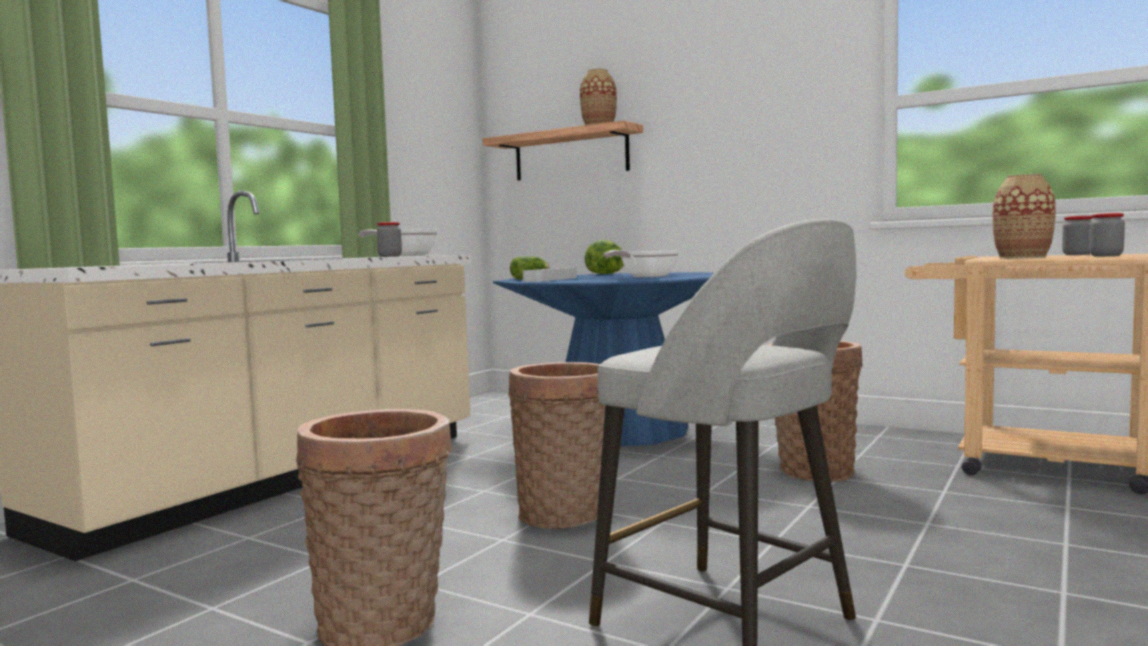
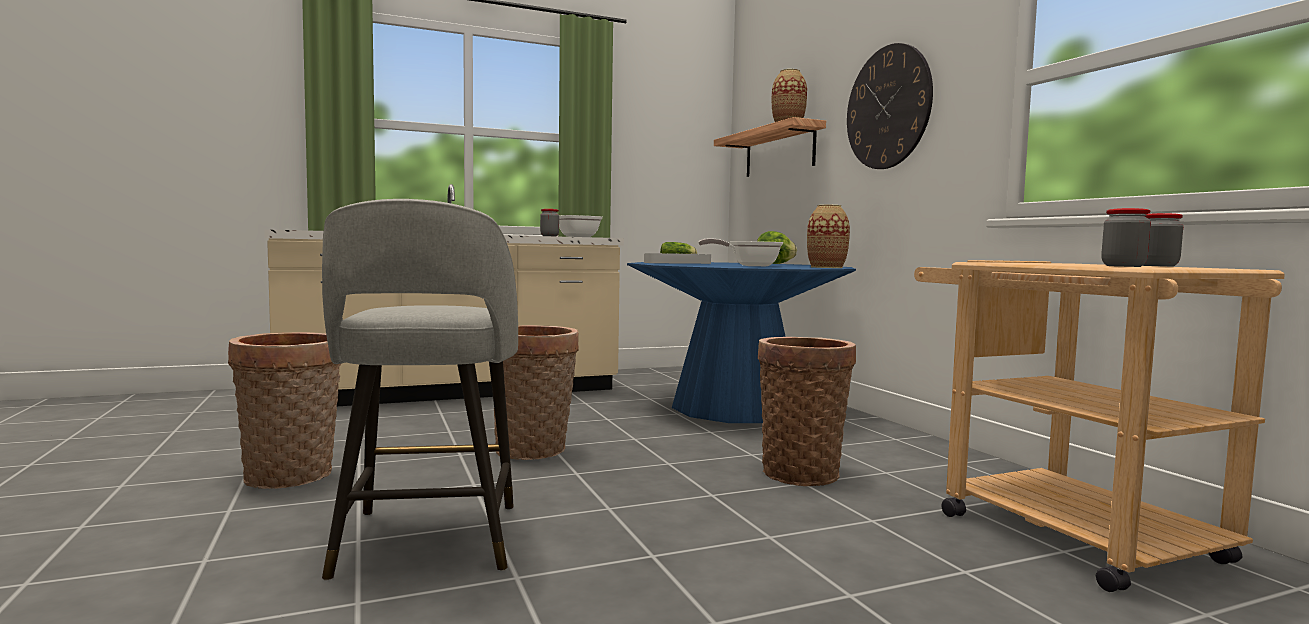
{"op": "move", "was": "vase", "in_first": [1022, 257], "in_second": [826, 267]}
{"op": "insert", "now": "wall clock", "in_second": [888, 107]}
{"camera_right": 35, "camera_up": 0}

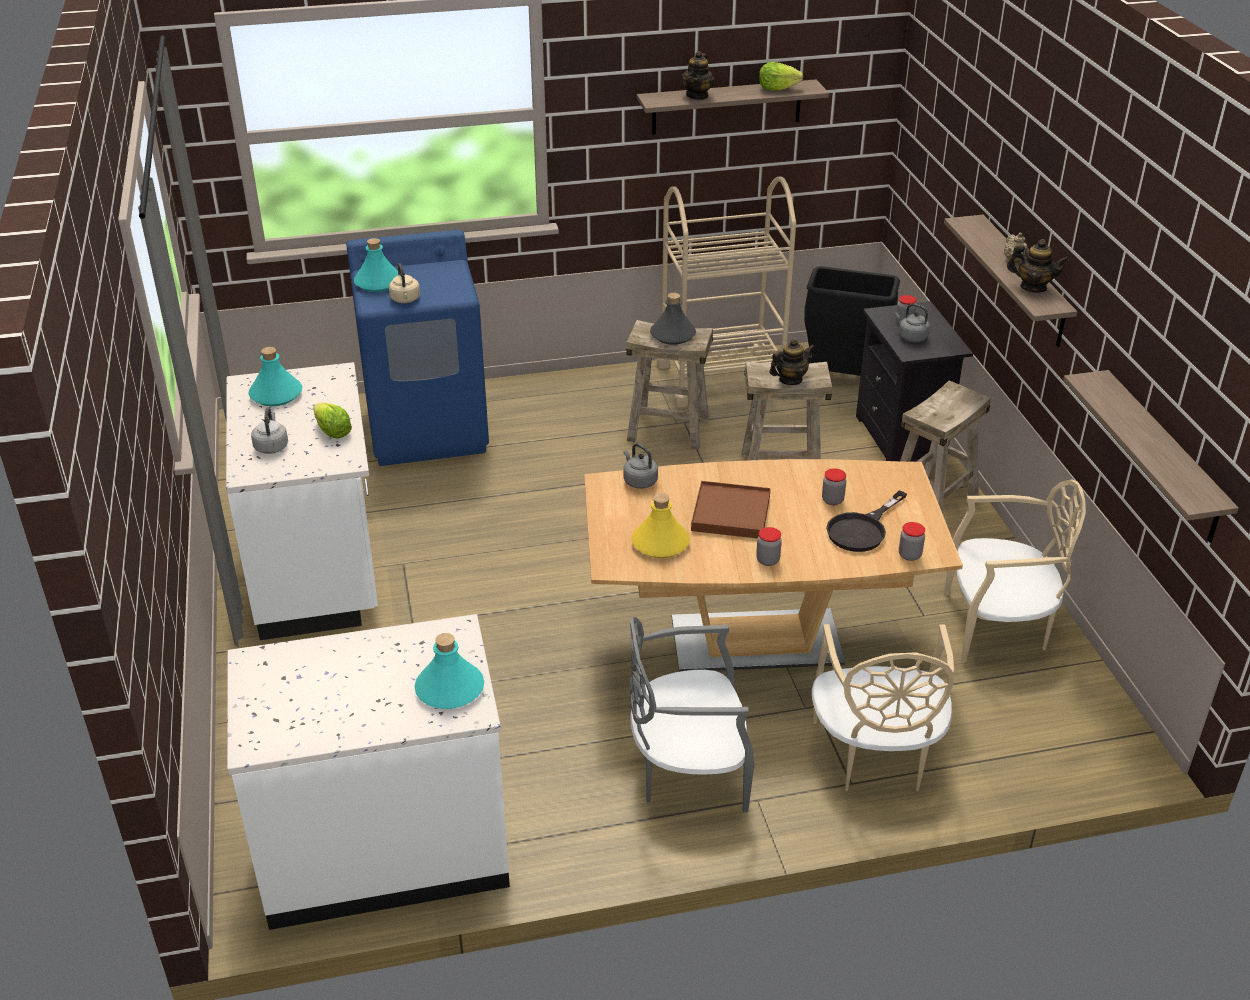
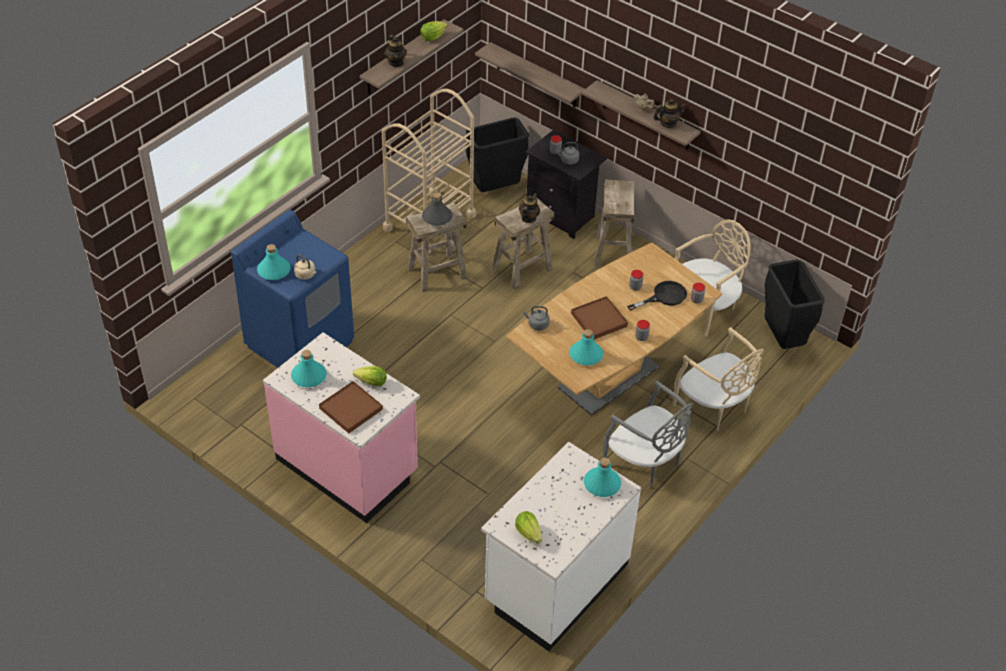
{"op": "recolor", "was": "white counter", "now": "pink counter", "in_first": [319, 570], "in_second": [348, 466]}
{"op": "move", "was": "shelf", "in_first": [1162, 457], "in_second": [536, 76]}
{"op": "replace", "was": "grey kettle", "now": "brown tray", "in_first": [271, 446], "in_second": [350, 409]}
{"op": "rotate", "was": "black frying pan", "in_first": [862, 529], "in_second": [664, 296], "clockwise": -120}
{"op": "recolor", "was": "yellow bottle", "now": "turquoise bottle", "in_first": [660, 543], "in_second": [585, 355]}
{"op": "rotate", "was": "grey chair", "in_first": [688, 770], "in_second": [645, 462], "clockwise": -90}
{"op": "insert", "now": "black trash can", "in_second": [783, 339]}
{"op": "insert", "now": "lettuce", "in_second": [528, 533]}
{"camera_right": -40, "camera_up": 10}

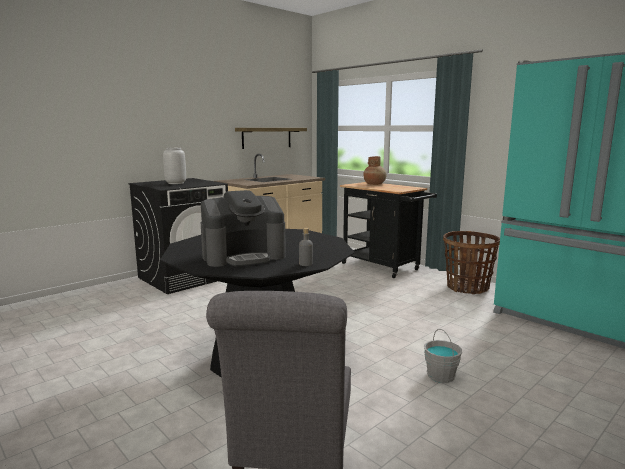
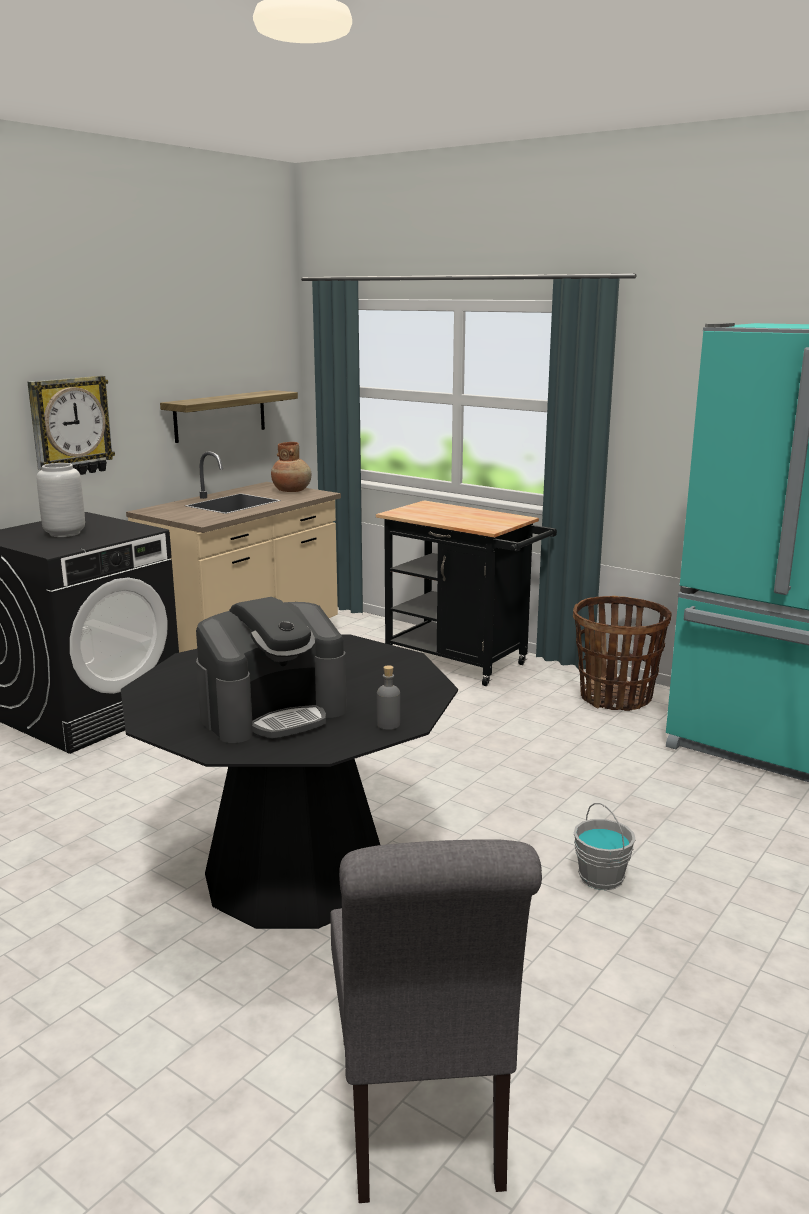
{"op": "move", "was": "brown vase", "in_first": [374, 184], "in_second": [292, 491]}
{"op": "insert", "now": "wall clock", "in_second": [70, 427]}
{"camera_right": -10, "camera_up": 5}

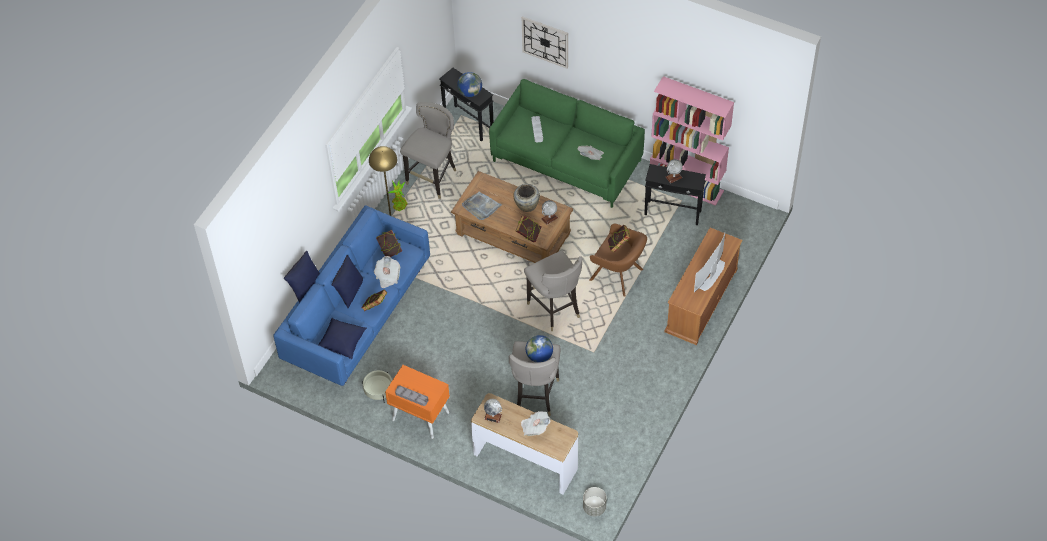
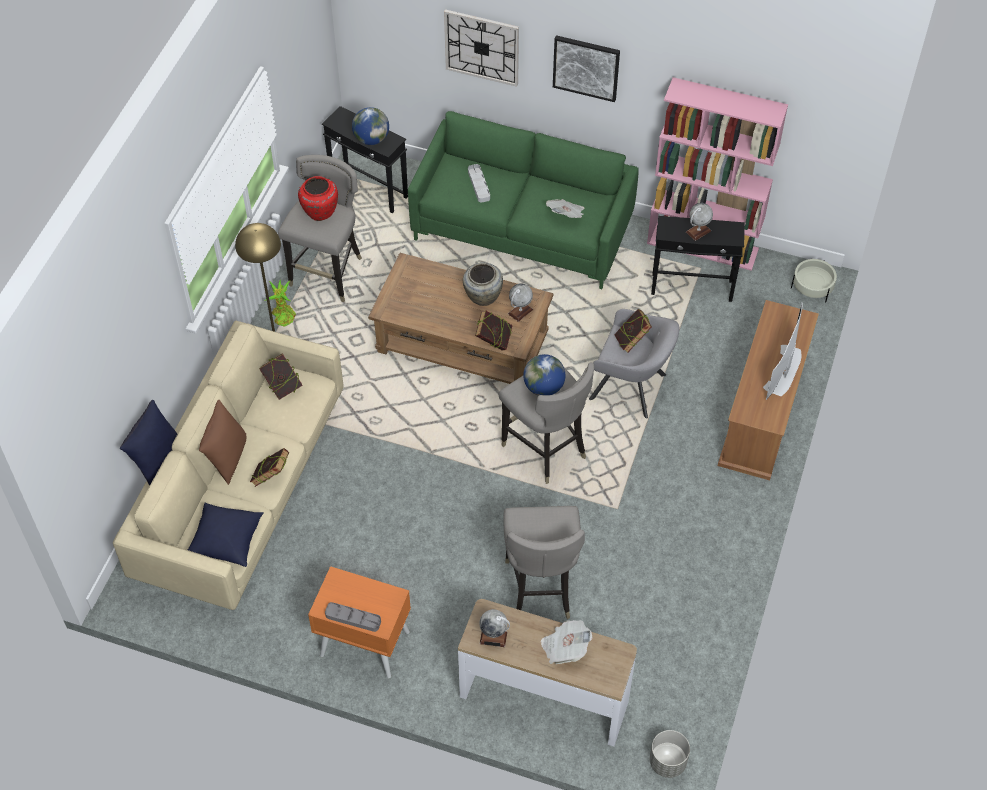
{"op": "delete", "was": "grey tray", "in_first": [481, 207]}
{"op": "recolor", "was": "blue sofa", "now": "beige sofa", "in_first": [359, 315], "in_second": [244, 492]}
{"op": "recolor", "was": "brown armchair", "now": "grey armchair", "in_first": [618, 276], "in_second": [631, 388]}
{"op": "recolor", "was": "blue pillow", "now": "brown pillow", "in_first": [349, 292], "in_second": [227, 458]}
{"op": "delete", "was": "newspaper", "in_first": [387, 276]}
{"op": "move", "was": "globe", "in_first": [539, 356], "in_second": [543, 387]}
{"op": "move", "was": "beige planter", "in_first": [378, 390], "in_second": [812, 287]}
{"op": "insert", "now": "picture", "in_second": [586, 67]}
{"op": "insert", "now": "red vase", "in_second": [320, 211]}
{"camera_right": -10, "camera_up": 0}

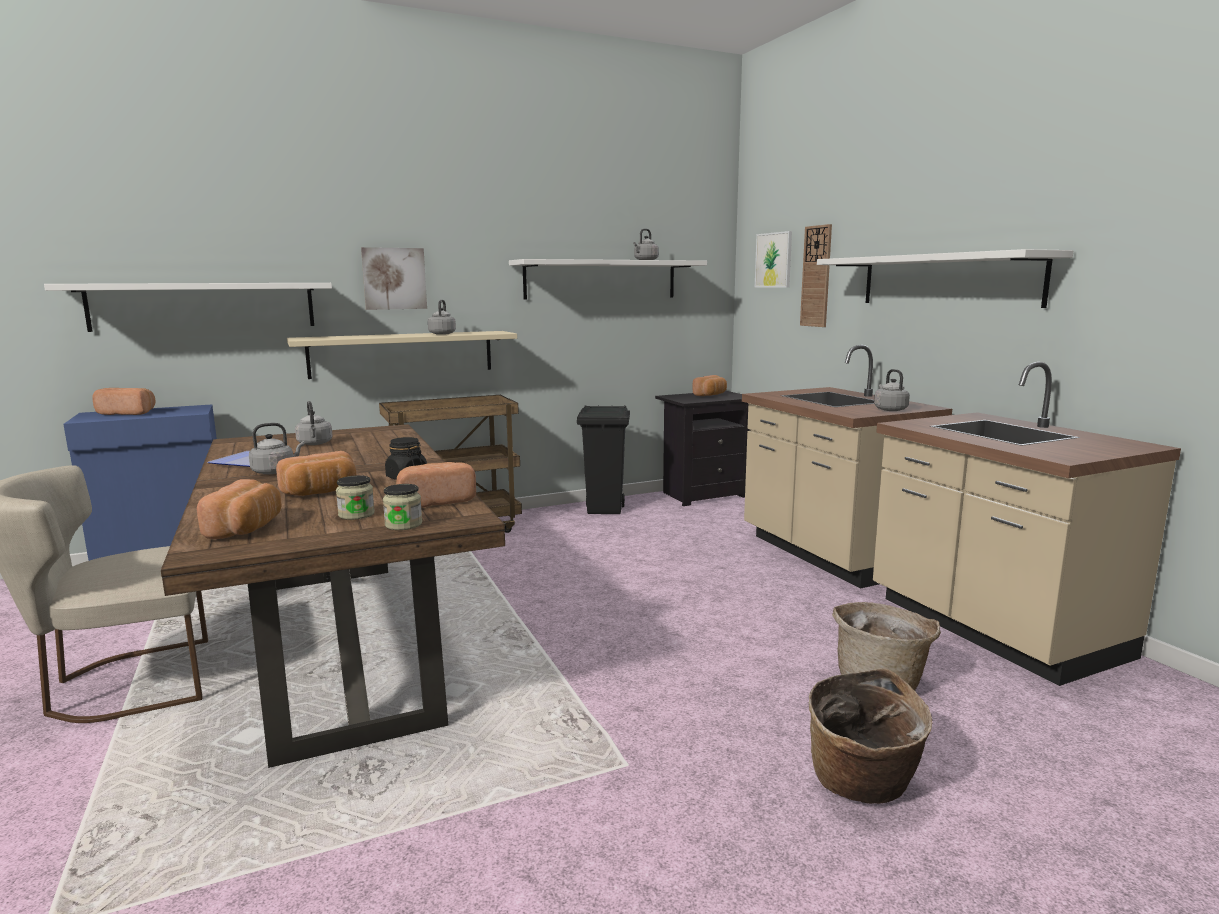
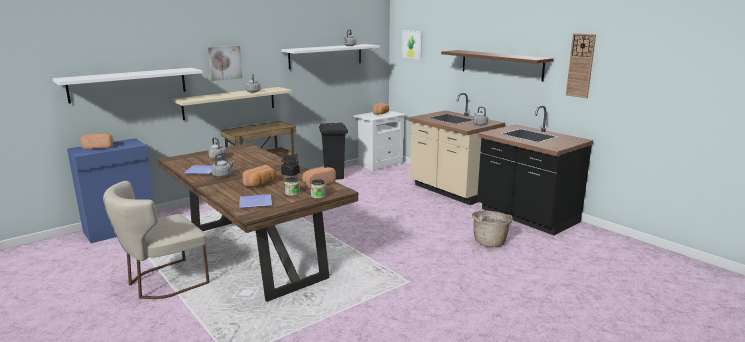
{"op": "move", "was": "wall clock", "in_first": [816, 276], "in_second": [580, 65]}
{"op": "recolor", "was": "white shelf", "now": "brown shelf", "in_first": [947, 280], "in_second": [501, 64]}
{"op": "recolor", "was": "beige counter", "now": "black counter", "in_first": [992, 628], "in_second": [526, 216]}
{"op": "recolor", "was": "black nightstand", "now": "white nightstand", "in_first": [704, 494], "in_second": [379, 165]}
{"op": "replace", "was": "bread", "now": "plate", "in_first": [247, 528], "in_second": [254, 203]}
{"op": "delete", "was": "basket", "in_first": [862, 784]}
{"camera_right": -15, "camera_up": 5}

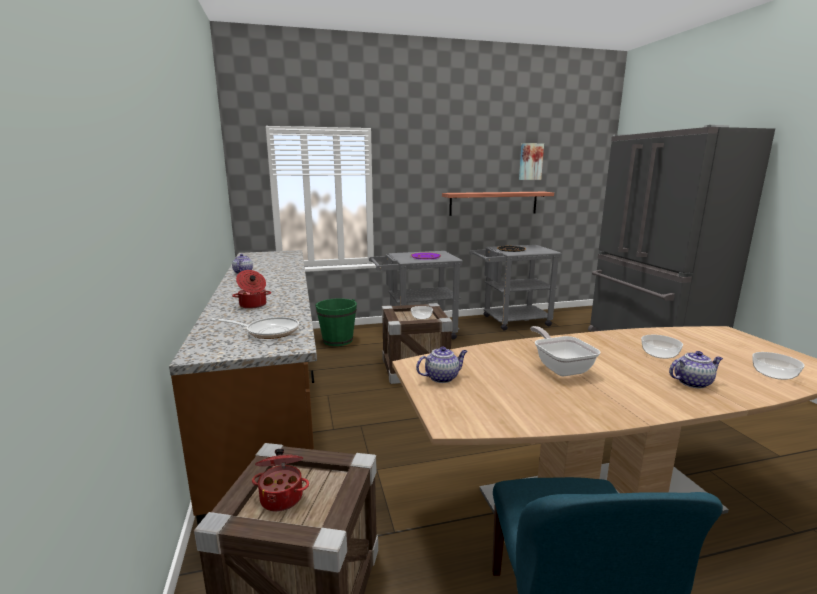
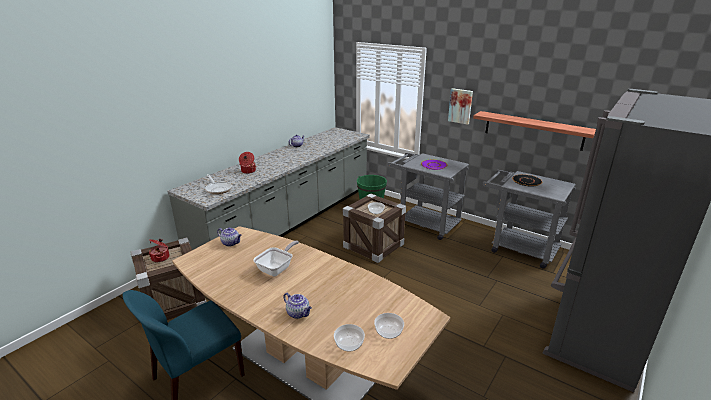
{"op": "move", "was": "picture", "in_first": [530, 161], "in_second": [460, 106]}
{"op": "recolor", "was": "brown counter", "now": "grey counter", "in_first": [273, 393], "in_second": [289, 222]}
{"op": "move", "was": "bowl", "in_first": [659, 354], "in_second": [389, 331]}
{"camera_right": 50, "camera_up": 10}

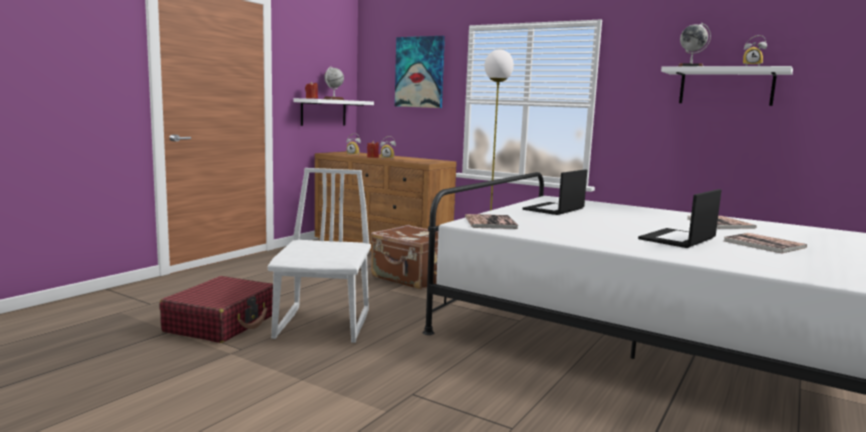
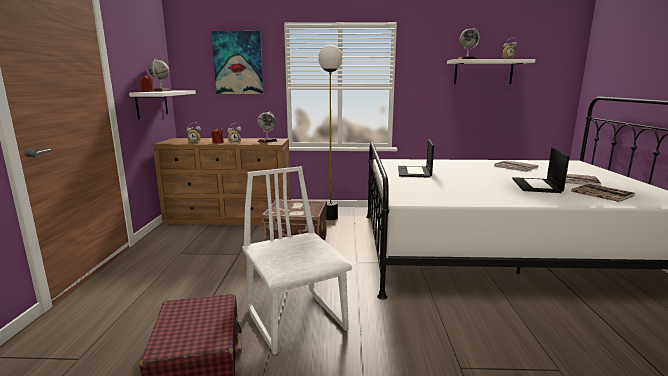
{"op": "move", "was": "book", "in_first": [490, 223], "in_second": [602, 193]}
{"op": "insert", "now": "globe", "in_second": [267, 141]}
{"camera_right": -30, "camera_up": 5}

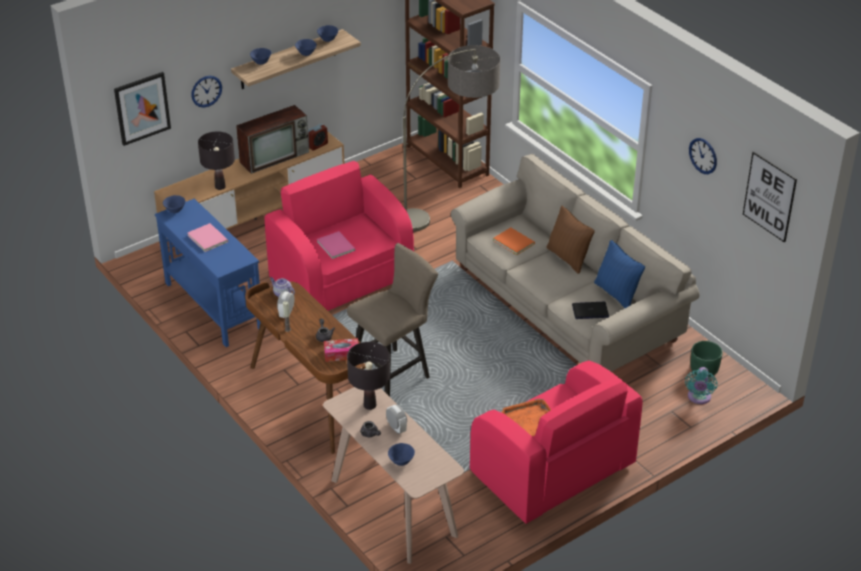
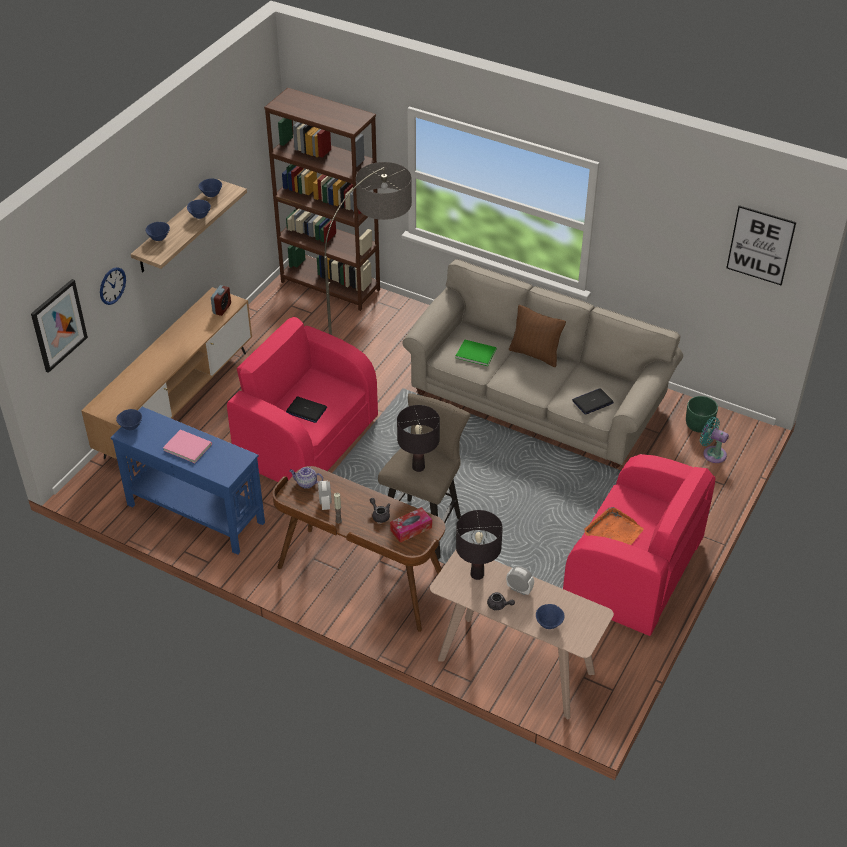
{"op": "delete", "was": "television", "in_first": [275, 156]}
{"op": "move", "was": "black table lamp", "in_first": [220, 187], "in_second": [418, 467]}
{"op": "delete", "was": "wall clock", "in_first": [703, 155]}
{"op": "recolor", "was": "orange book", "now": "green book", "in_first": [513, 241], "in_second": [475, 353]}
{"op": "replace", "was": "pink book", "now": "laptop", "in_first": [336, 245], "in_second": [306, 410]}
{"op": "delete", "was": "blue pillow", "in_first": [616, 294]}
{"op": "rotate", "was": "turquoise fan", "in_first": [699, 398], "in_second": [712, 453], "clockwise": 135}
{"camera_right": -25, "camera_up": 5}

